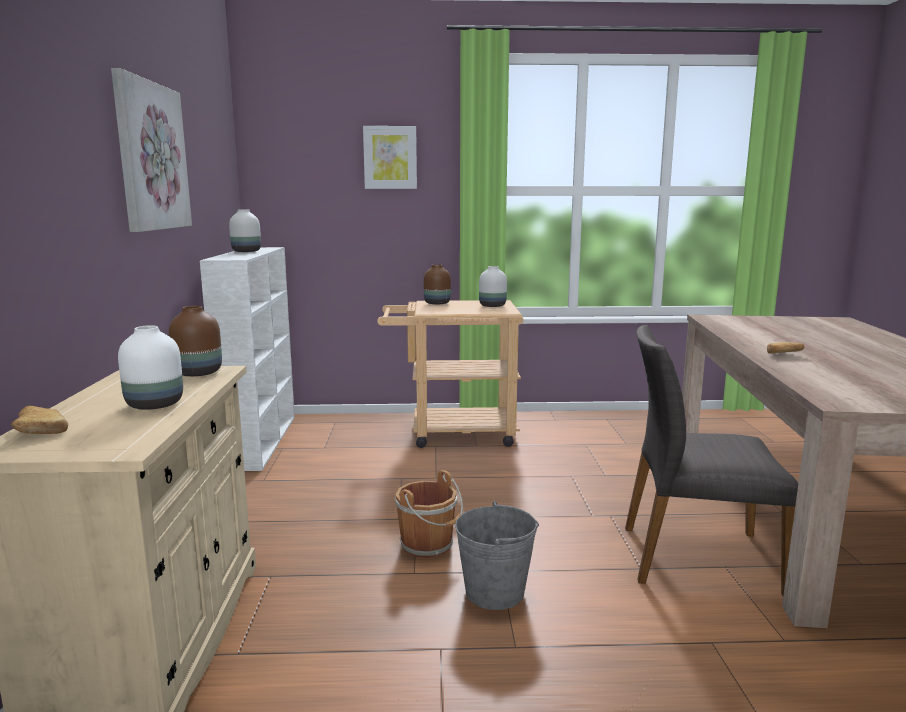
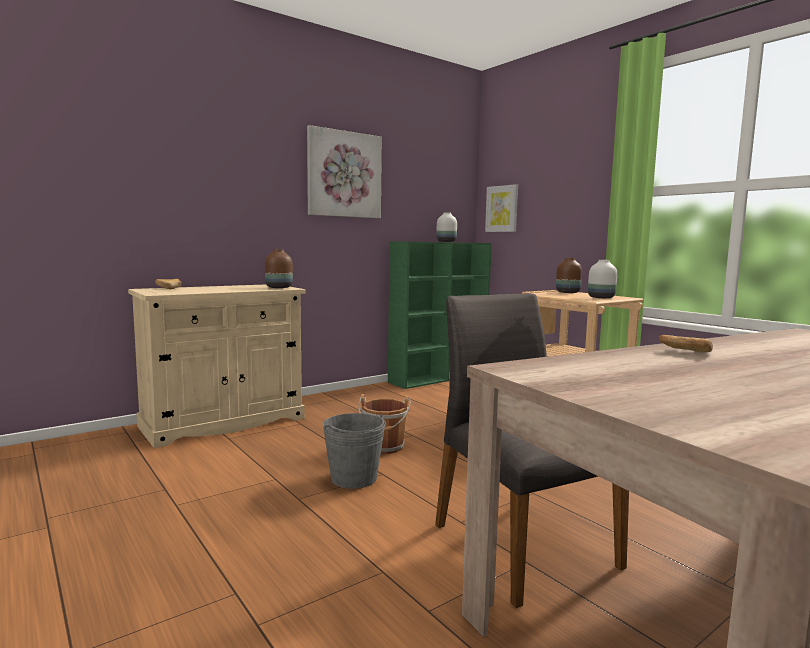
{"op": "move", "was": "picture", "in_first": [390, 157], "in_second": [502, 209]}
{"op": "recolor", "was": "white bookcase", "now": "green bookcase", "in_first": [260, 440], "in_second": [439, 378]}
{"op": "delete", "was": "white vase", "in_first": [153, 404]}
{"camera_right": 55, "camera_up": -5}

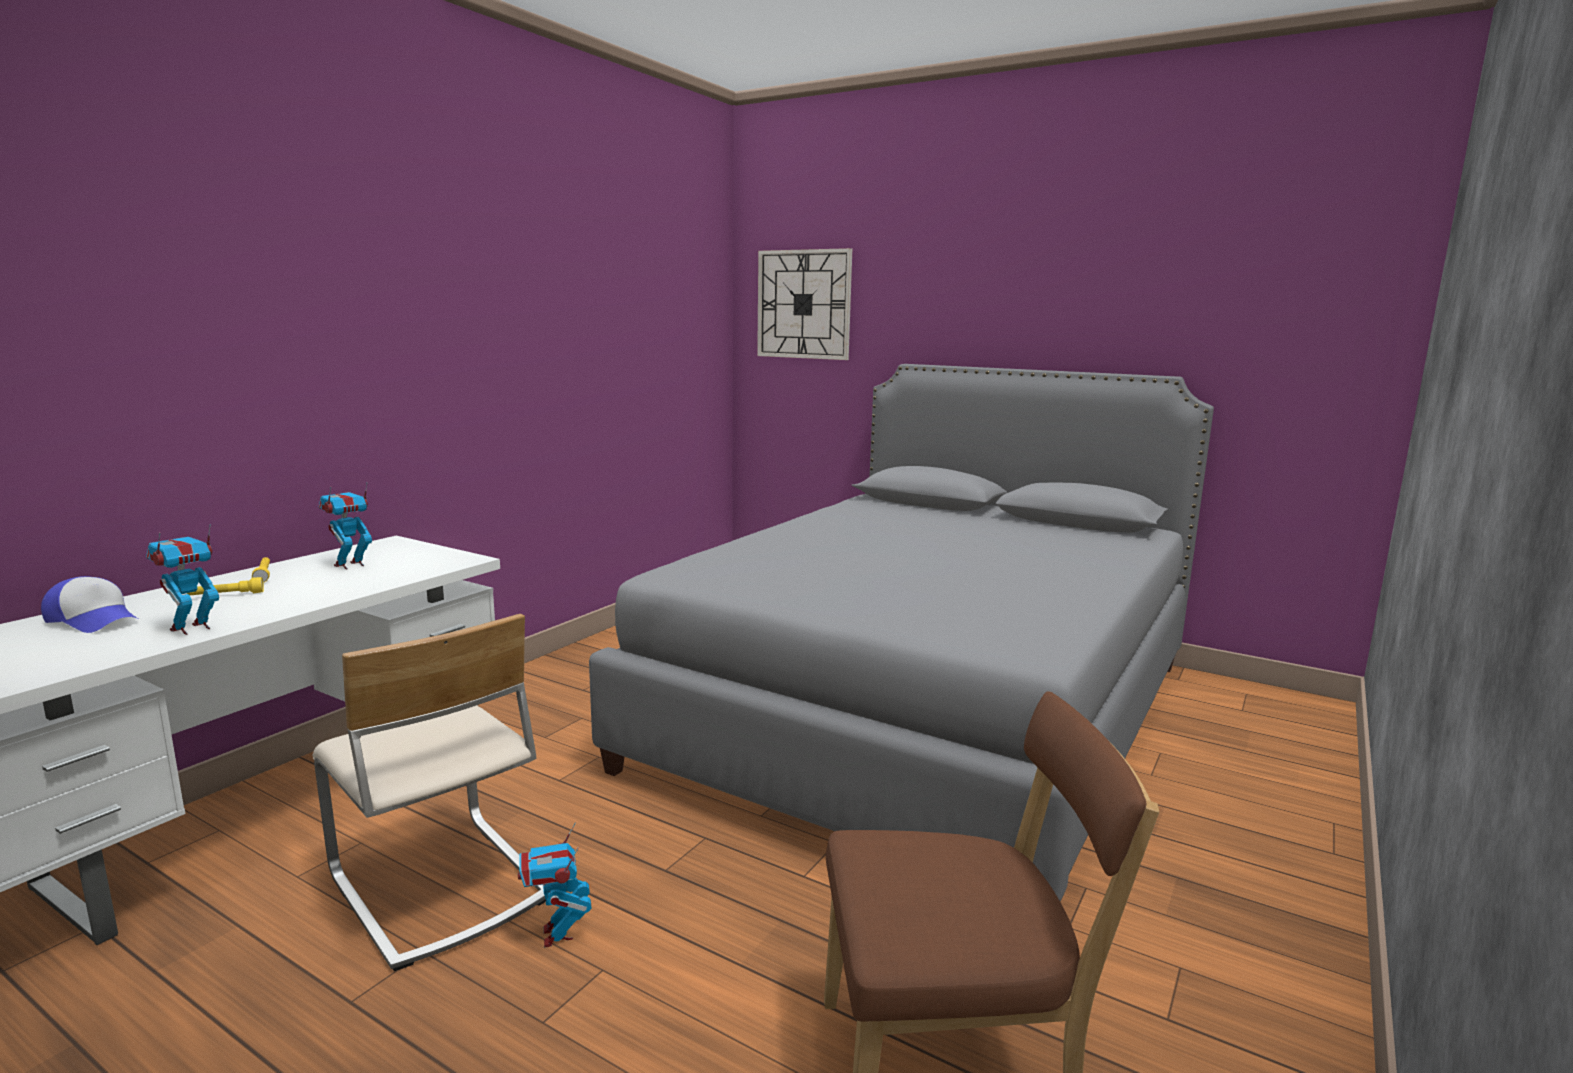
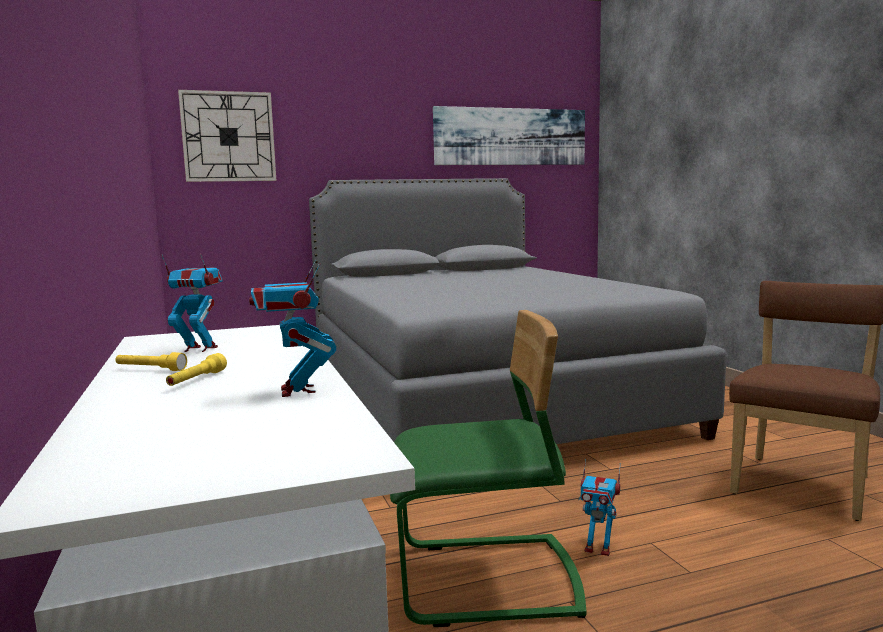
{"op": "rotate", "was": "toy robot", "in_first": [350, 565], "in_second": [199, 349], "clockwise": 105}
{"op": "delete", "was": "cap", "in_first": [94, 620]}
{"op": "recolor", "was": "beige chair", "now": "green chair", "in_first": [438, 888], "in_second": [487, 581]}
{"op": "insert", "now": "picture", "in_second": [511, 136]}
{"camera_right": -50, "camera_up": -5}

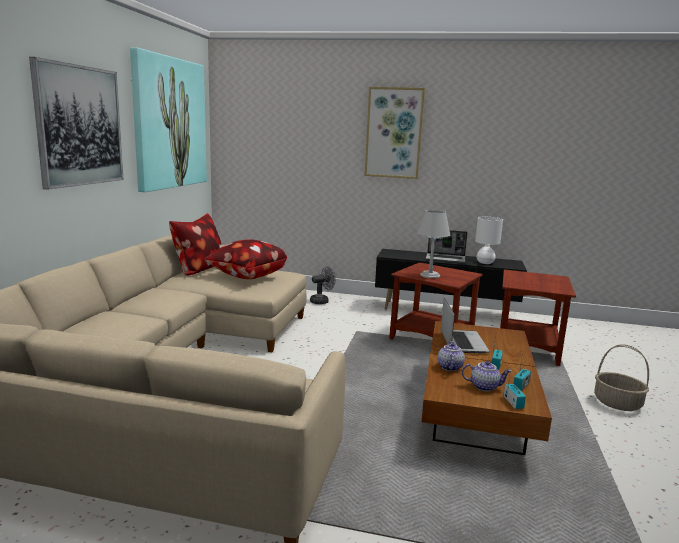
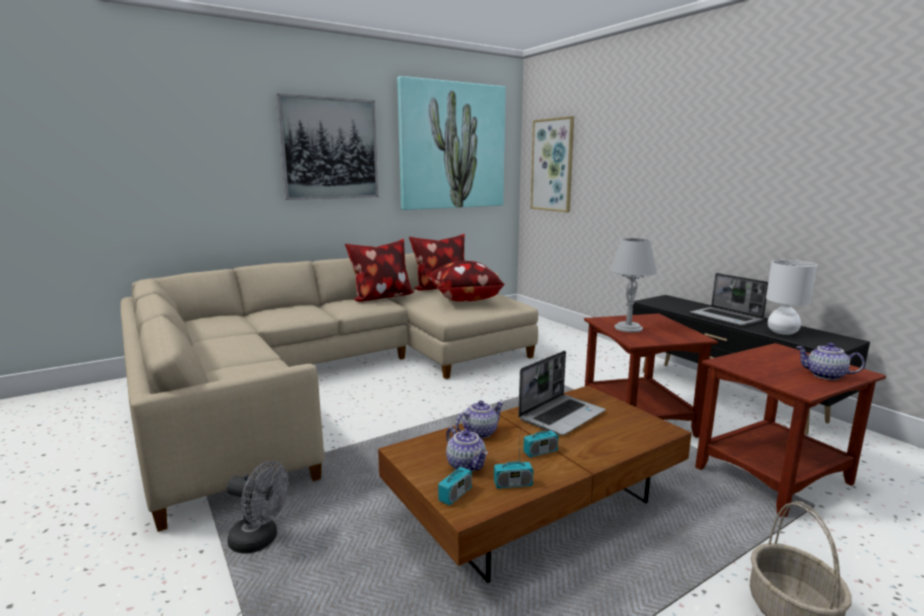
{"op": "move", "was": "picture", "in_first": [394, 133], "in_second": [552, 165]}
{"op": "move", "was": "grey fan", "in_first": [322, 301], "in_second": [260, 540]}
{"op": "insert", "now": "pillow", "in_second": [381, 298]}
{"op": "insert", "now": "teapot", "in_second": [825, 376]}
{"camera_right": 45, "camera_up": 0}

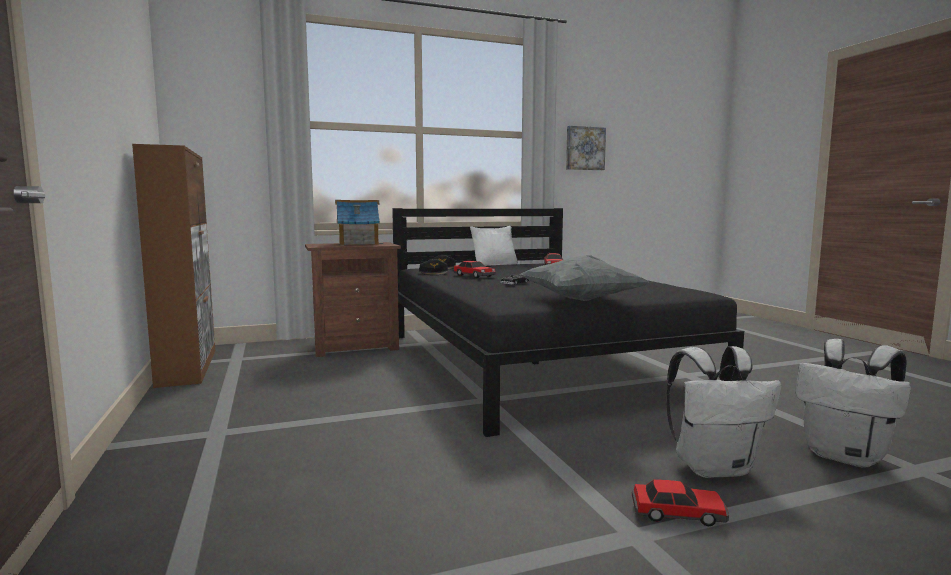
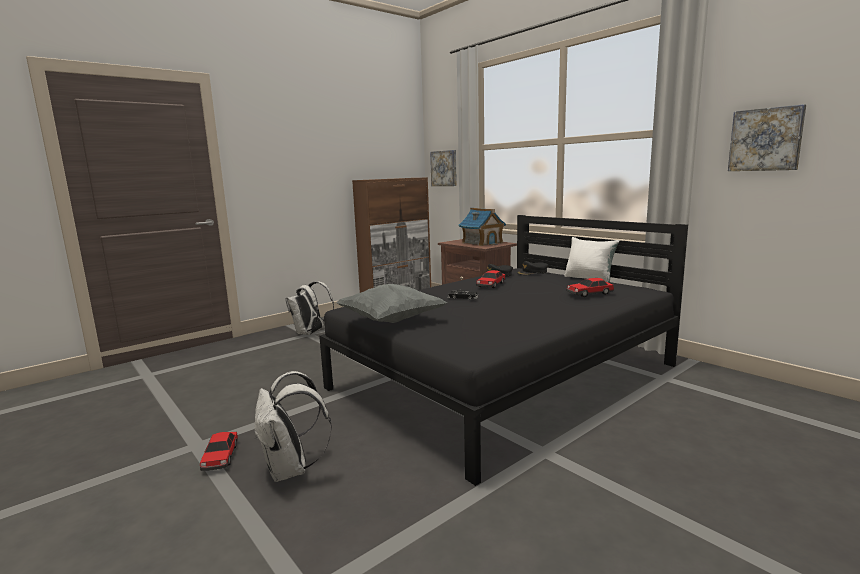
{"op": "move", "was": "white backpack", "in_first": [846, 456], "in_second": [310, 333]}
{"op": "insert", "now": "picture", "in_second": [444, 168]}
{"camera_right": 70, "camera_up": 5}

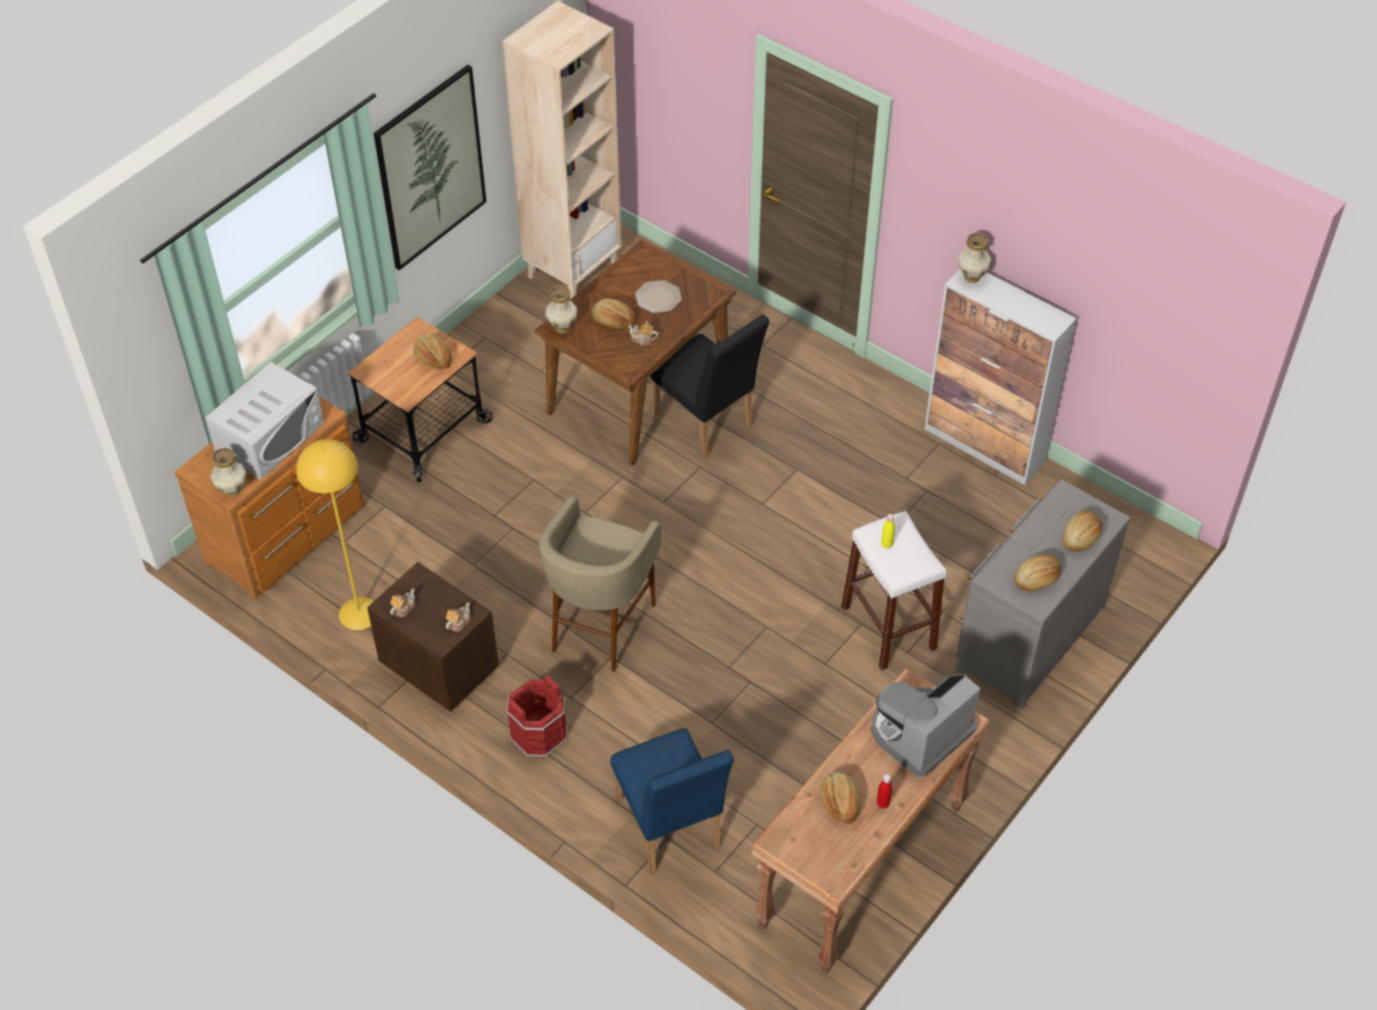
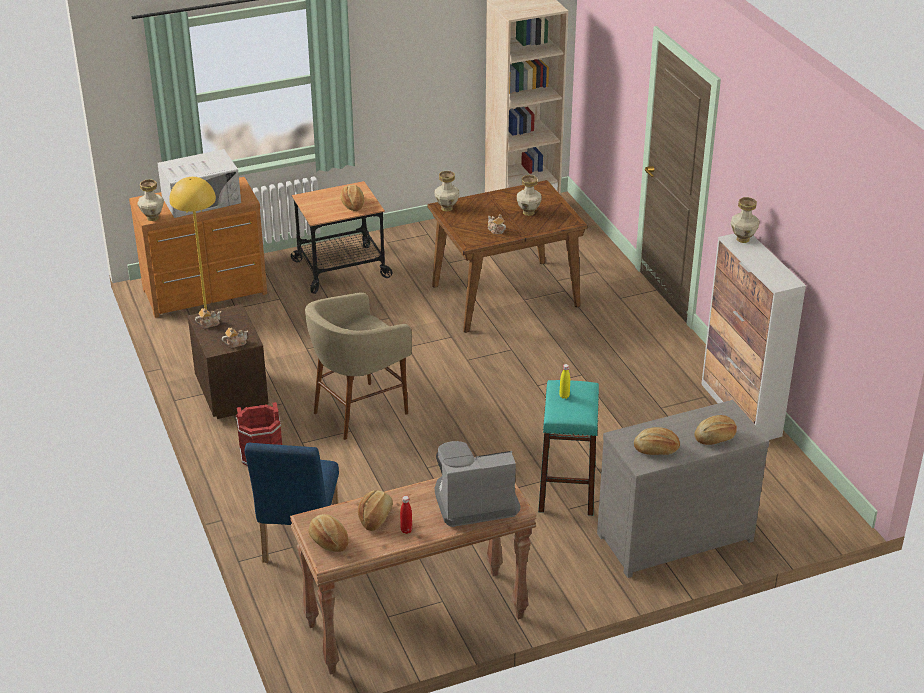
{"op": "delete", "was": "picture", "in_first": [430, 168]}
{"op": "replace", "was": "plate", "now": "vase", "in_first": [658, 298], "in_second": [528, 212]}
{"op": "move", "was": "bread", "in_first": [613, 321], "in_second": [328, 540]}
{"op": "delete", "was": "black chair", "in_first": [707, 425]}
{"op": "recolor", "was": "white stool", "now": "turquoise stool", "in_first": [888, 628], "in_second": [567, 489]}
{"camera_right": 30, "camera_up": -15}

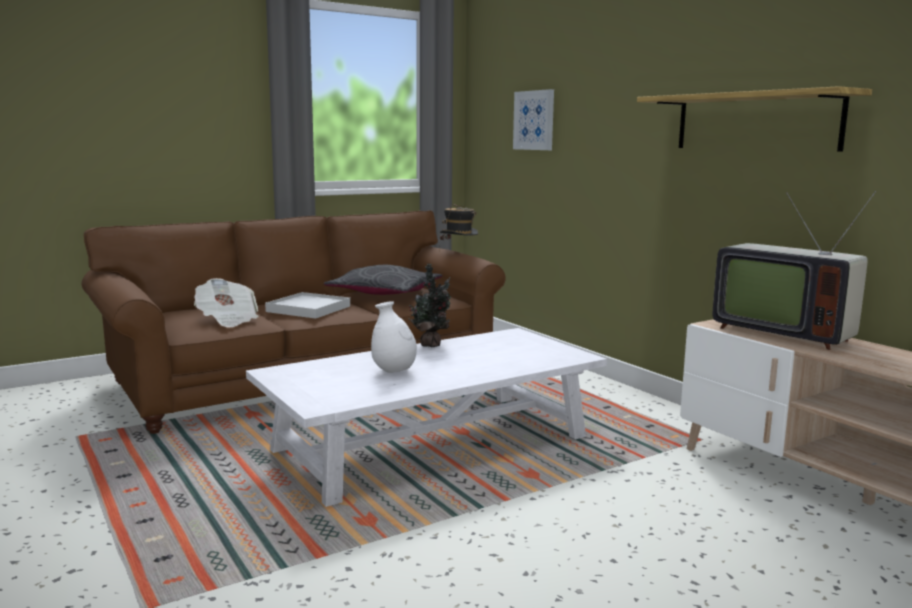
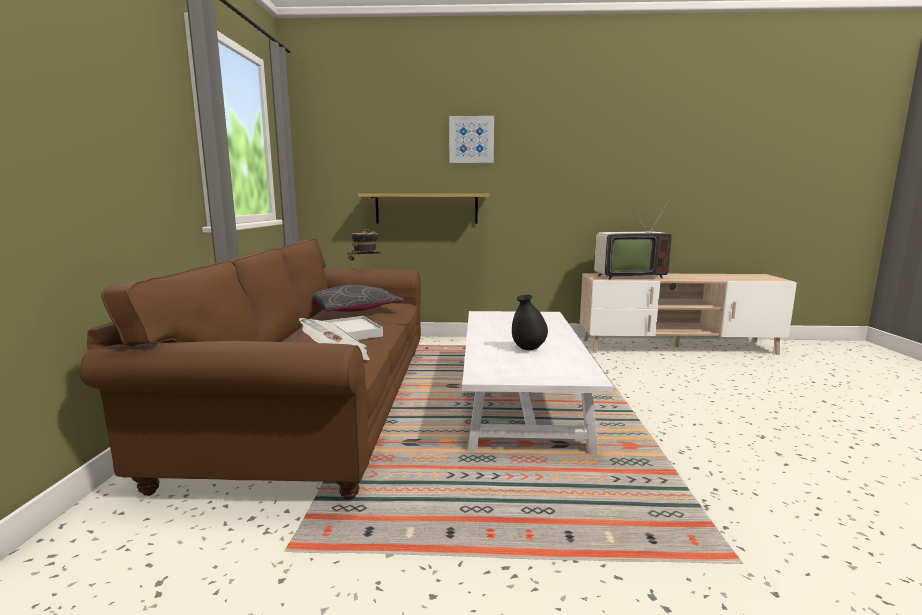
{"op": "move", "was": "shelf", "in_first": [755, 122], "in_second": [426, 208]}
{"op": "move", "was": "picture", "in_first": [534, 120], "in_second": [471, 139]}
{"op": "delete", "was": "potted plant", "in_first": [431, 344]}
{"op": "recolor", "was": "white vase", "now": "black vase", "in_first": [394, 371], "in_second": [528, 348]}
{"camera_right": -55, "camera_up": 0}

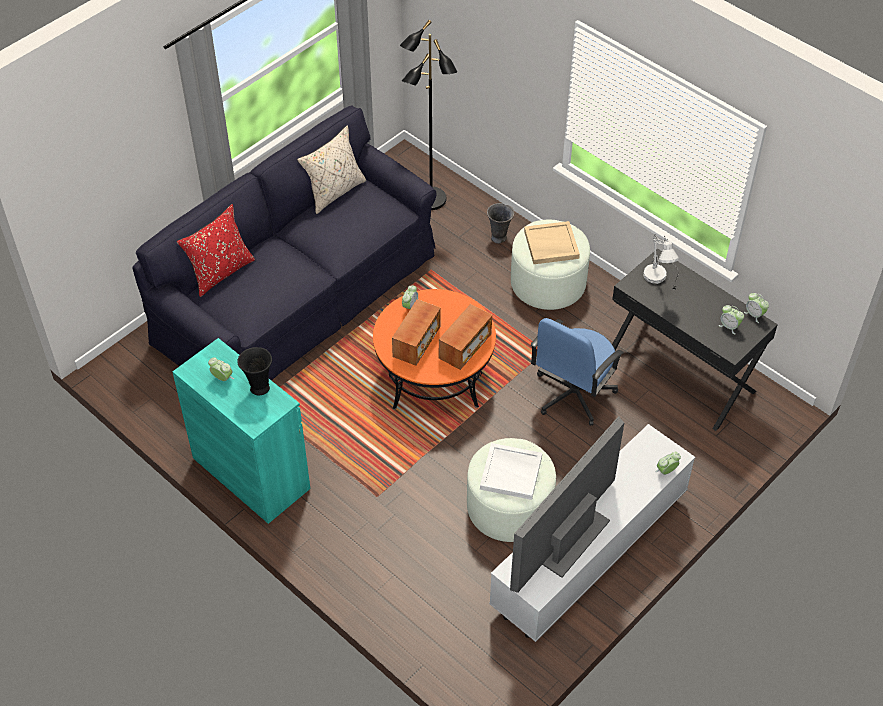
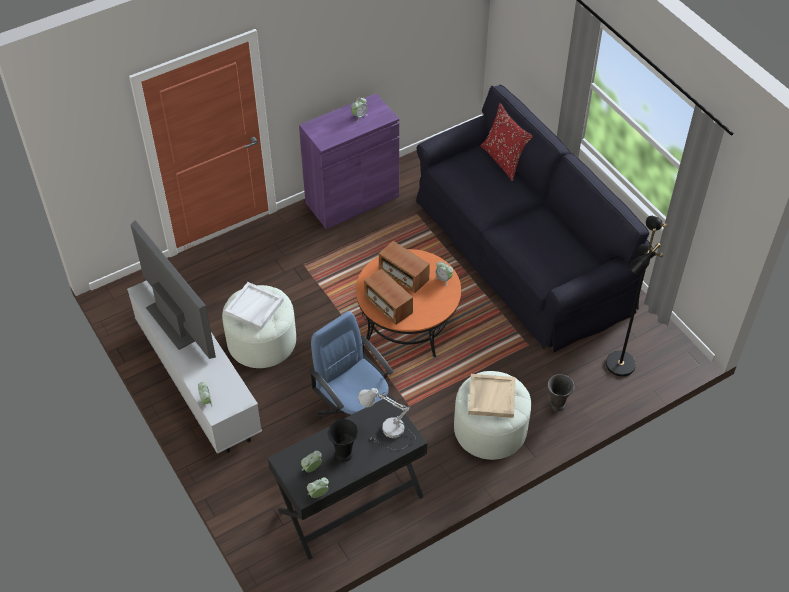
{"op": "delete", "was": "beige pillow", "in_first": [334, 192]}
{"op": "recolor", "was": "turquoise cabinet", "now": "purple cabinet", "in_first": [251, 473], "in_second": [352, 199]}
{"op": "move", "was": "black vase", "in_first": [259, 388], "in_second": [344, 453]}
{"camera_right": 105, "camera_up": 0}

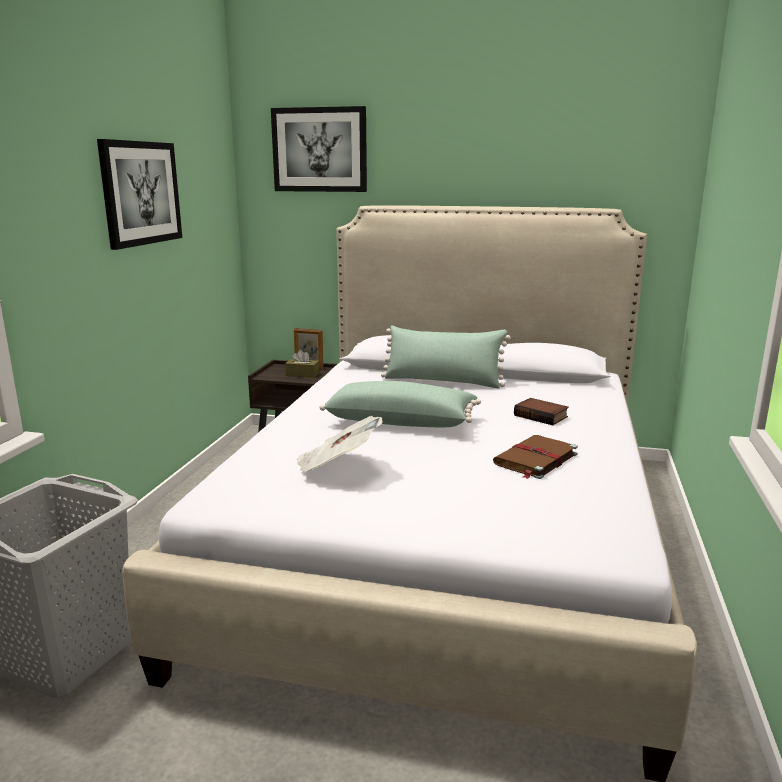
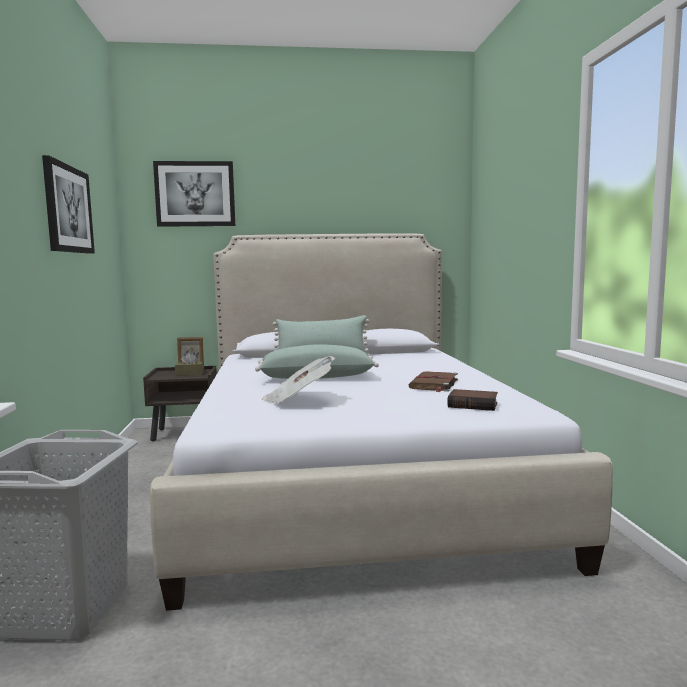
{"op": "move", "was": "book", "in_first": [542, 416], "in_second": [473, 404]}
{"camera_right": -20, "camera_up": -10}

